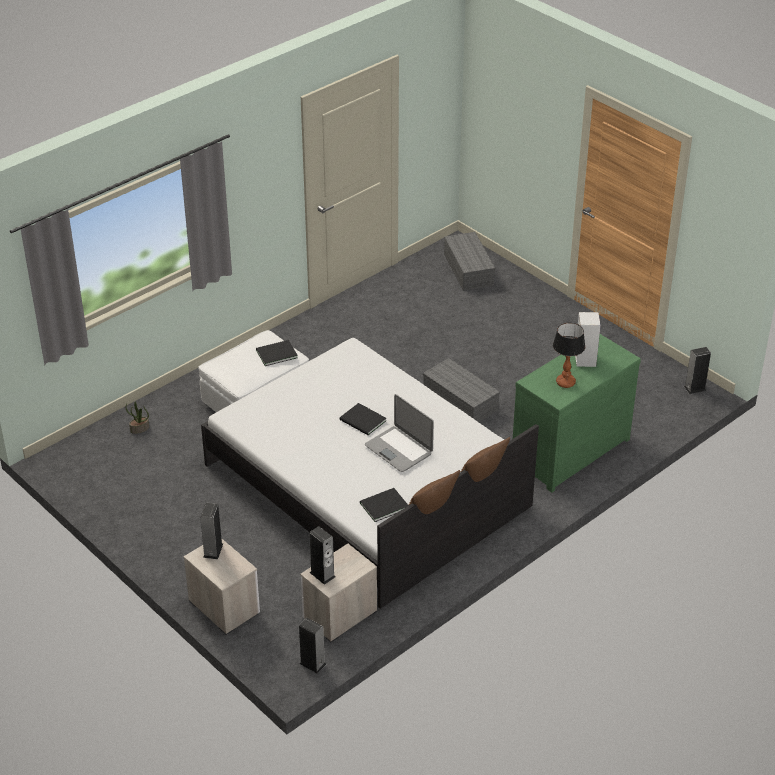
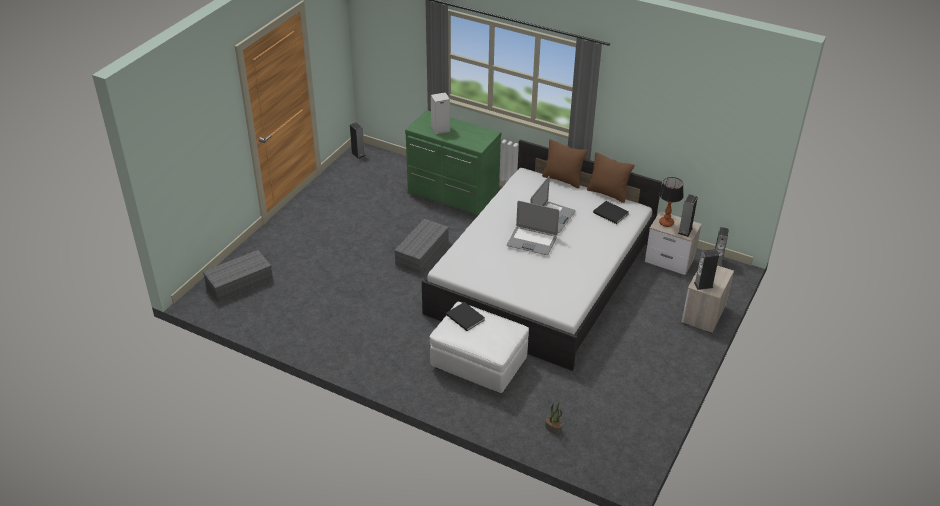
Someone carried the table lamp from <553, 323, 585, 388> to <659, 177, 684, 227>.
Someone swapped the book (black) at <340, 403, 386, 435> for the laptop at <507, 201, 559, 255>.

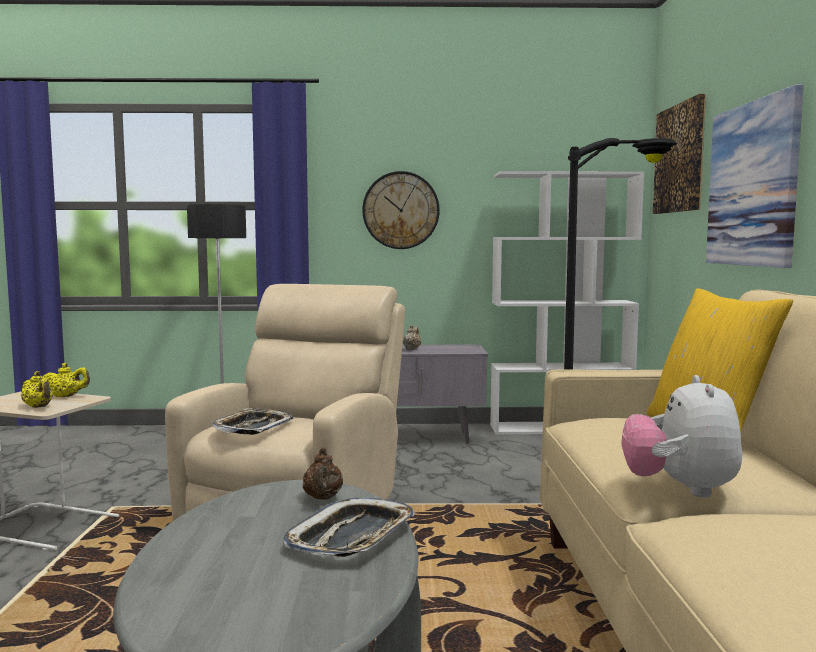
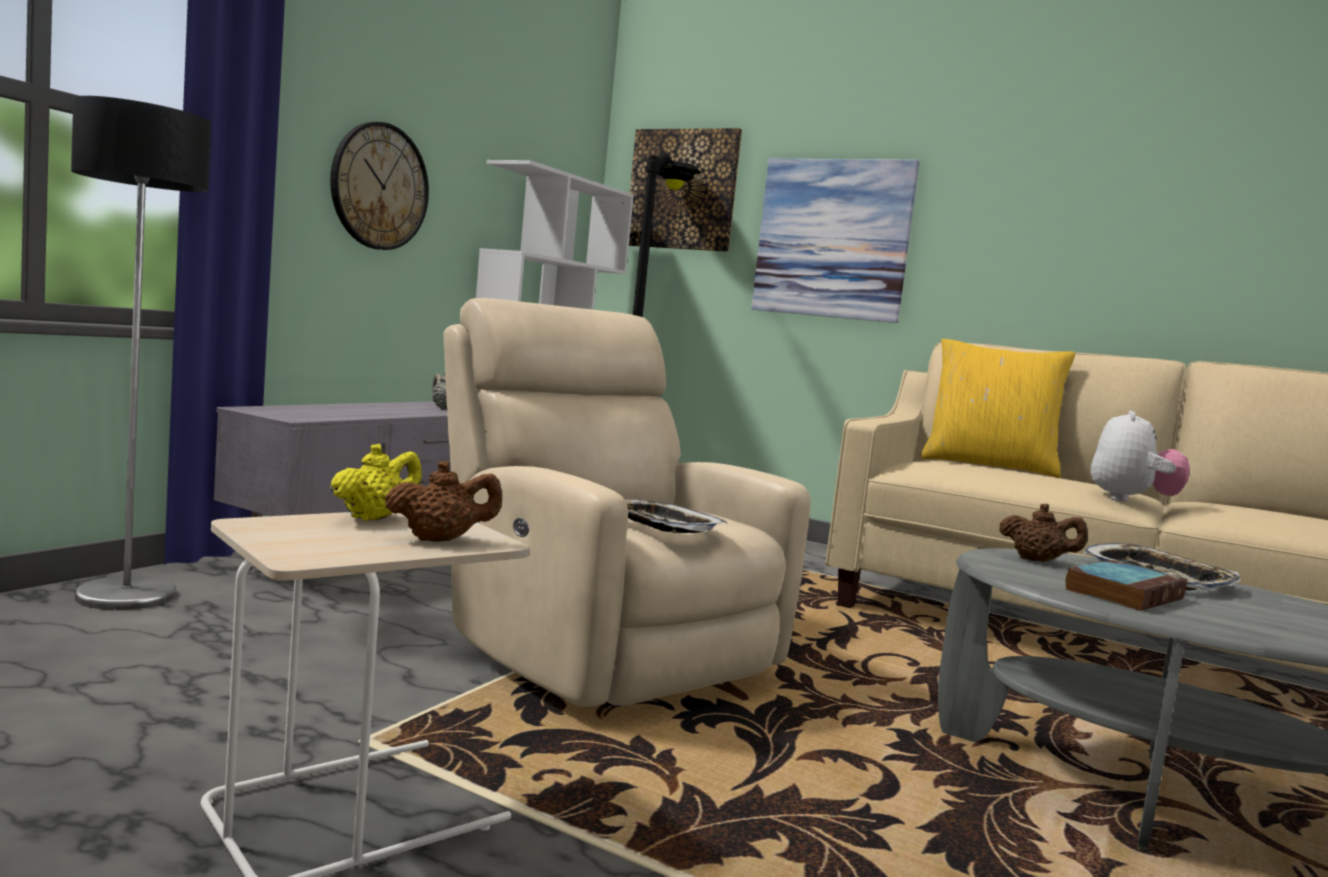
Someone repainted the teapot (yellow) at <21, 371, 53, 408>, which became the teapot (brown) at <385, 461, 502, 542>.
Someone rotated the plush toy at <621, 375, 742, 498> by 105 degrees counterclockwise.
Someone put down the book at <1065, 560, 1187, 611>.

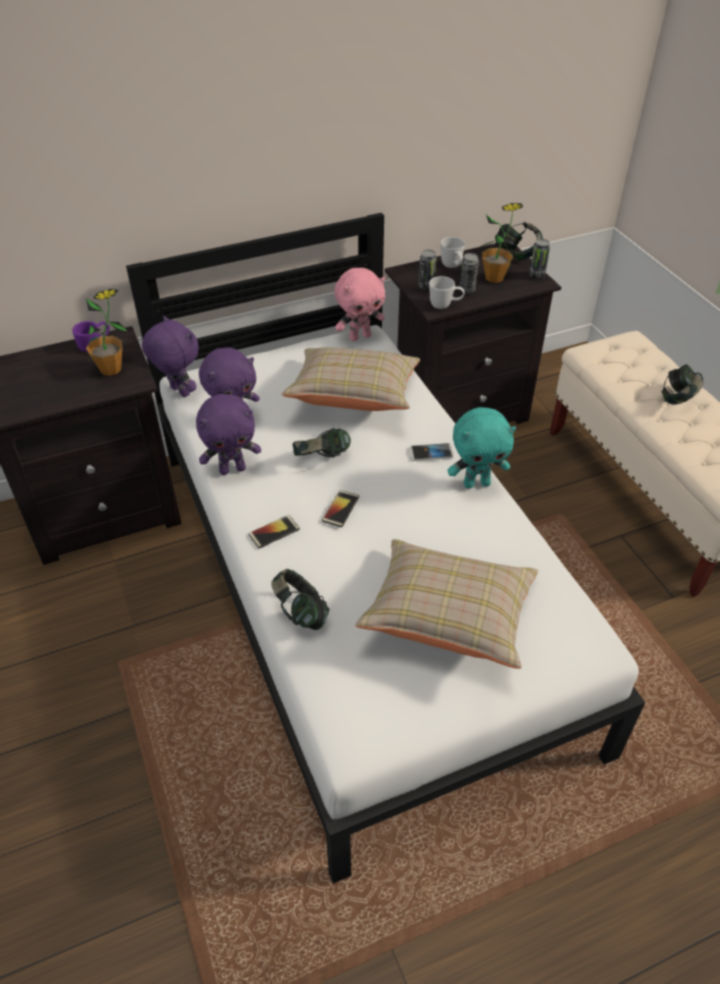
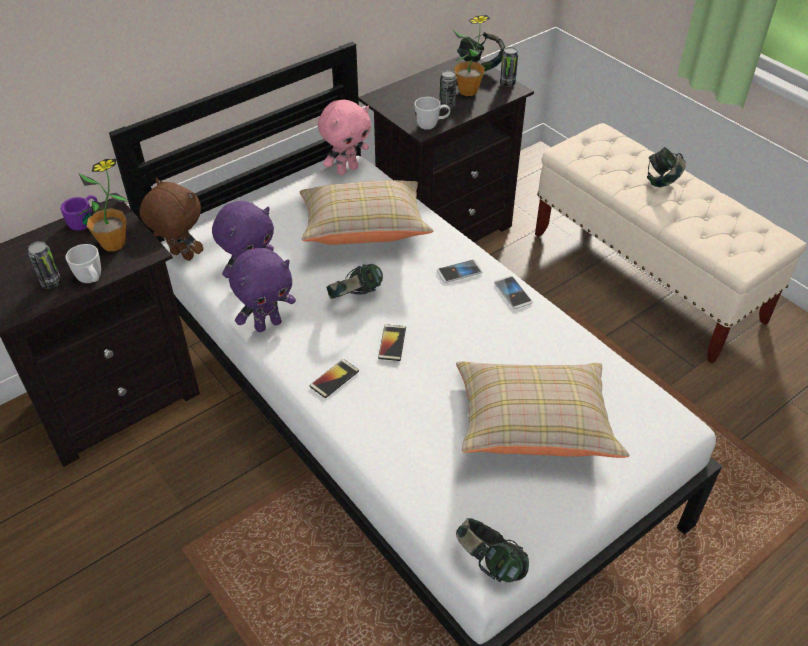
Someone carried the mug (white) from <441, 237, 465, 268> to <66, 244, 101, 283>.
Someone carried the can from <418, 250, 437, 290> to <28, 241, 61, 289>.
Someone repainted the plush toy (purple) at <142, 315, 199, 397>, which became the plush toy (brown) at <139, 178, 203, 261>.
Someone swapped the plush toy (turquoise) at <447, 407, 516, 488> for the phone at <494, 276, 533, 309>.
Someone carried the headphones from <271, 569, 330, 630> to <456, 518, 529, 582>.

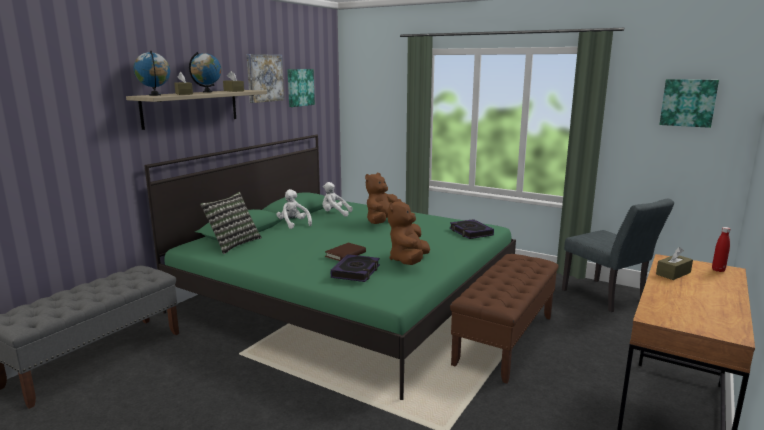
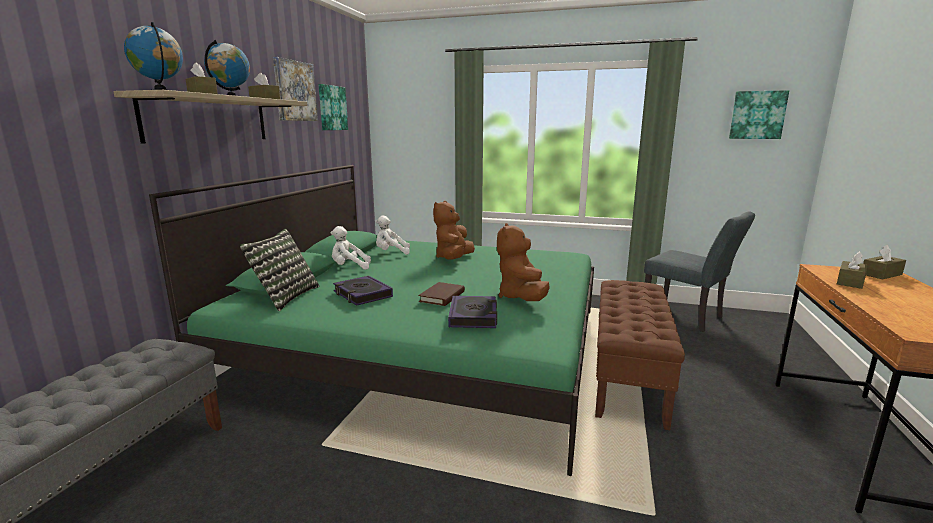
Someone rotated the plush toy (white) at <276, 189, 312, 229> by 45 degrees counterclockwise.
Someone carried the book from <450, 219, 494, 239> to <333, 276, 393, 306>.
Someone swapped the bottle (red) at <712, 227, 730, 272> for the tissue box (brown) at <863, 245, 906, 280>.

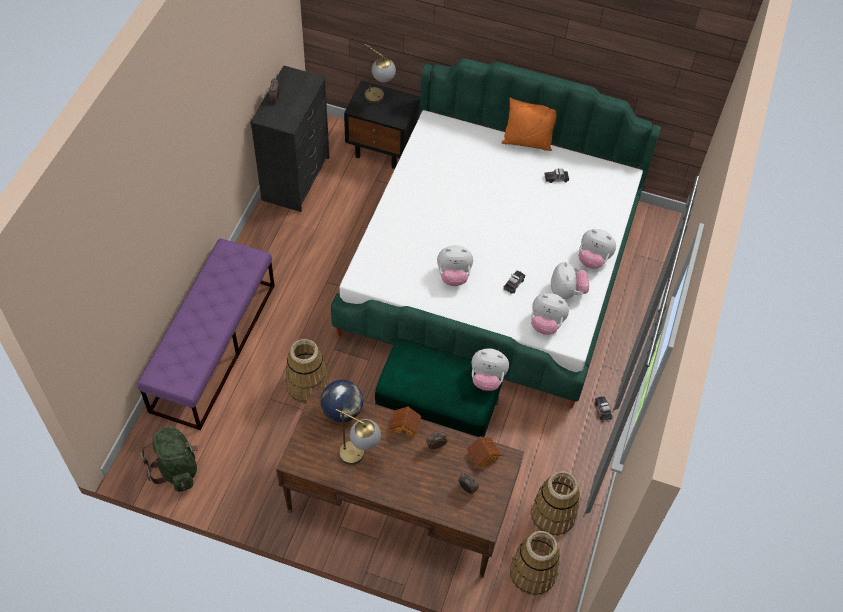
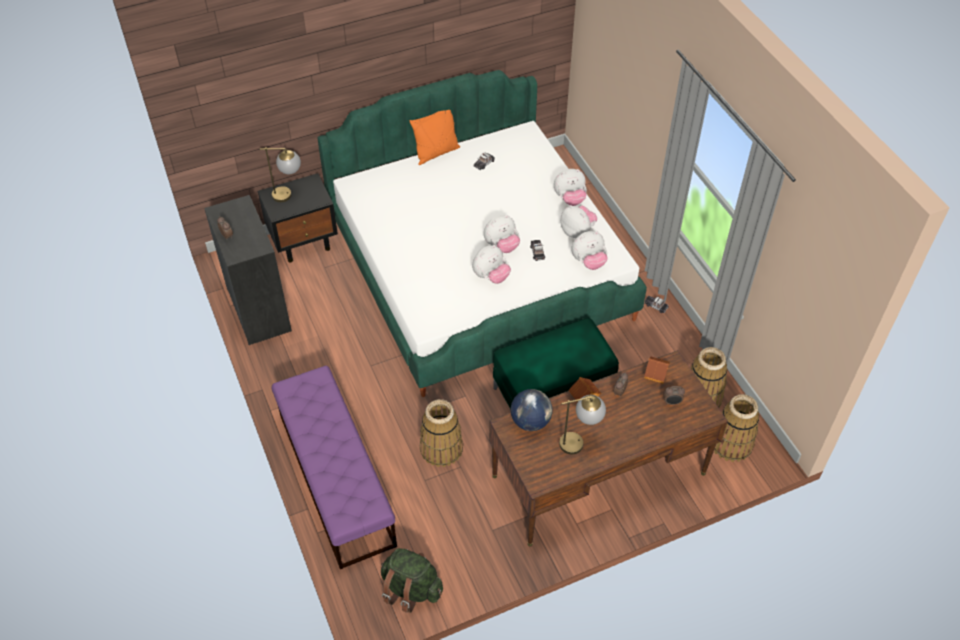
Someone carried the plush toy from <472, 348, 509, 391> to <484, 215, 520, 253>.

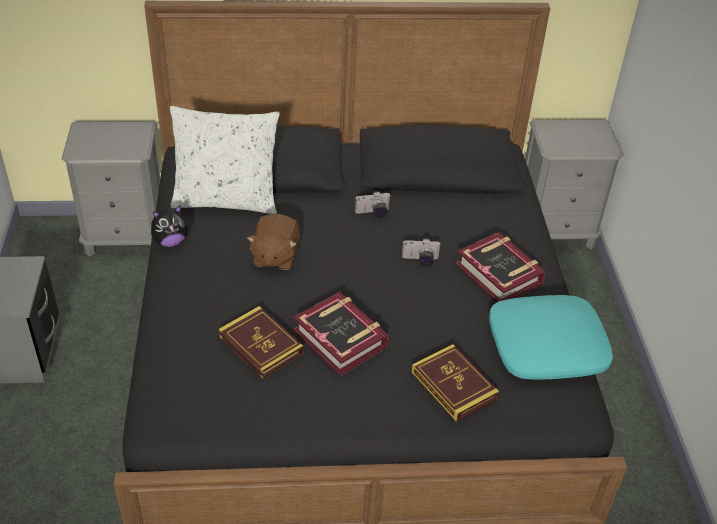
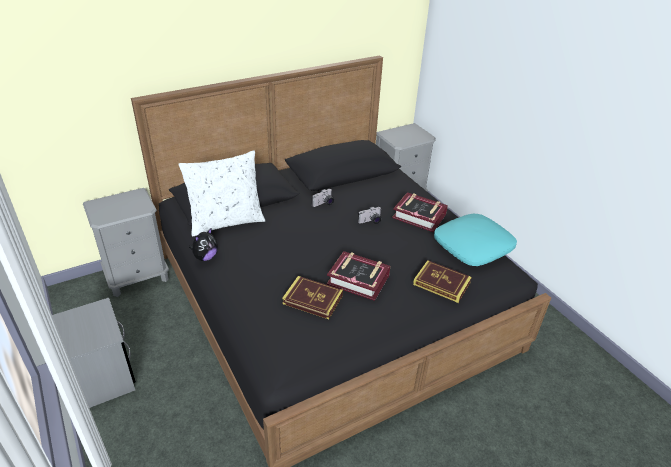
Someone took away the plush toy (brown) at <247, 214, 300, 270>.

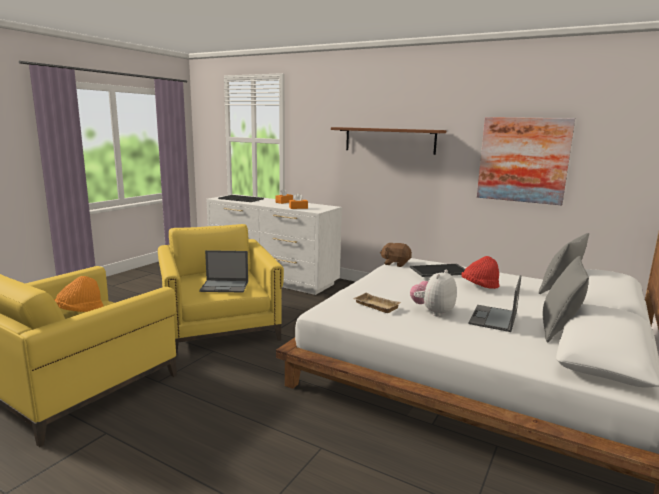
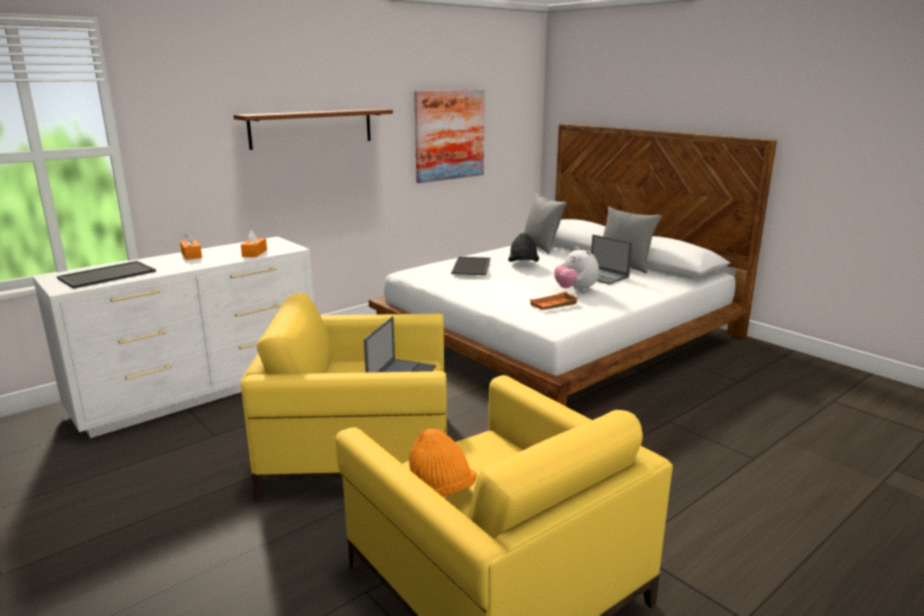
Someone took away the plush toy (brown) at <380, 243, 412, 267>.
Someone repainted the hat (red) at <461, 256, 500, 289>, which became the hat (black) at <508, 233, 539, 262>.
Someone repainted the tray (beige) at <353, 293, 401, 313>, which became the tray (orange) at <529, 291, 580, 310>.

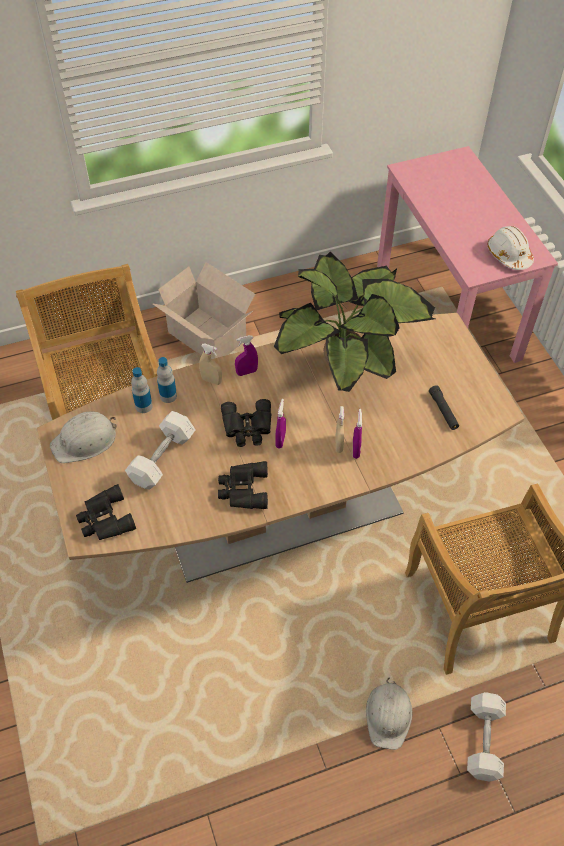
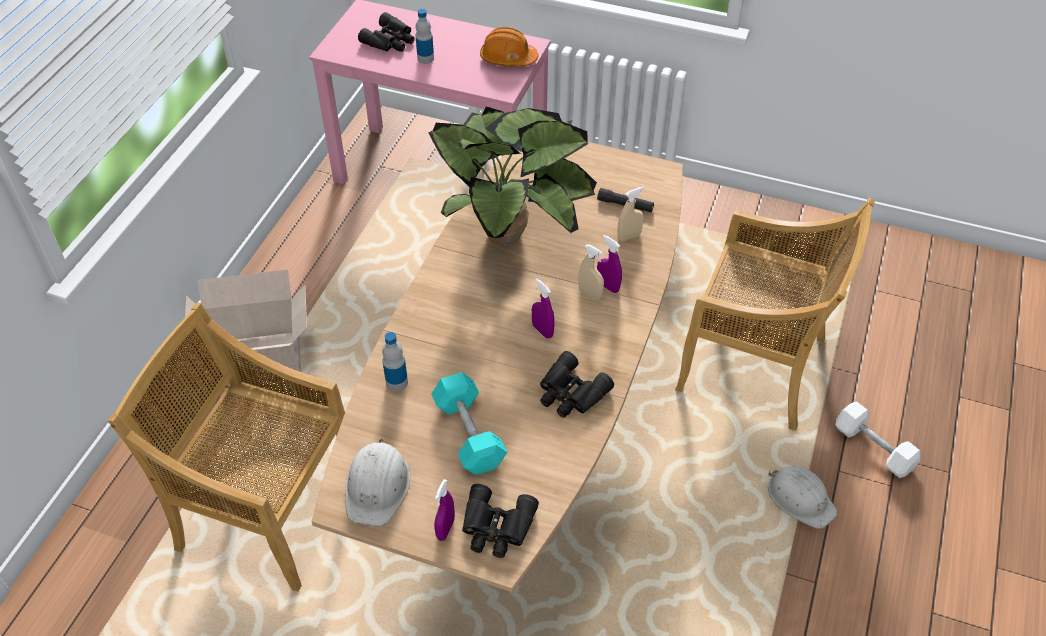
Someone repainted the hard hat (white) at <487, 226, 534, 270>, which became the hard hat (orange) at <480, 27, 539, 66>.
Someone carried the spray bottle (purple) from <235, 335, 258, 376> to <434, 479, 455, 541>.
Someone carried the spray bottle (beige) from <199, 344, 222, 385> to <617, 187, 644, 241>.
Someone carried the bottle from <131, 367, 153, 413> to <415, 9, 434, 64>.
Someone carried the binoculars (black) from <221, 399, 272, 447> to <358, 12, 415, 52>.
Someone repainted the dumbbell (white) at <125, 411, 195, 490>, which became the dumbbell (turquoise) at <431, 372, 508, 475>.

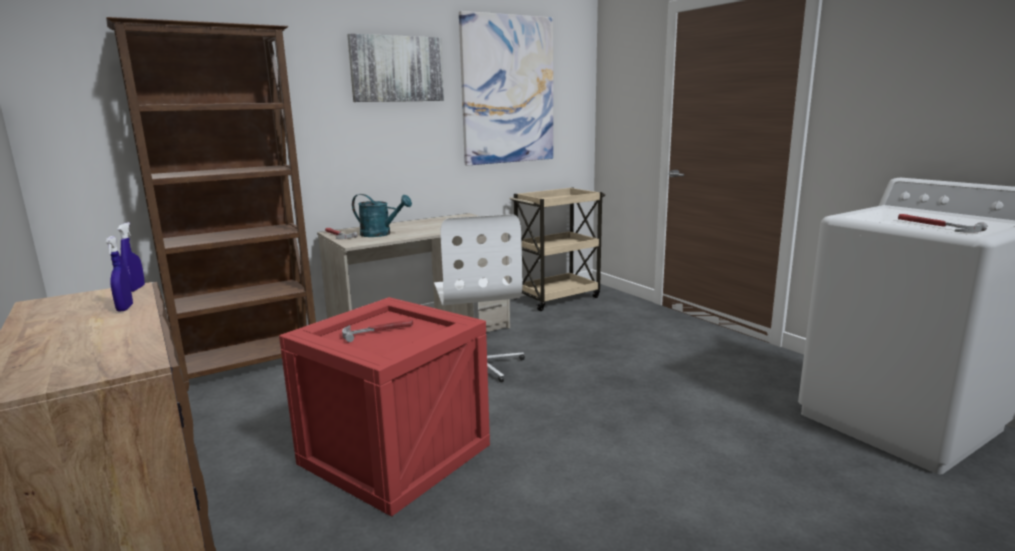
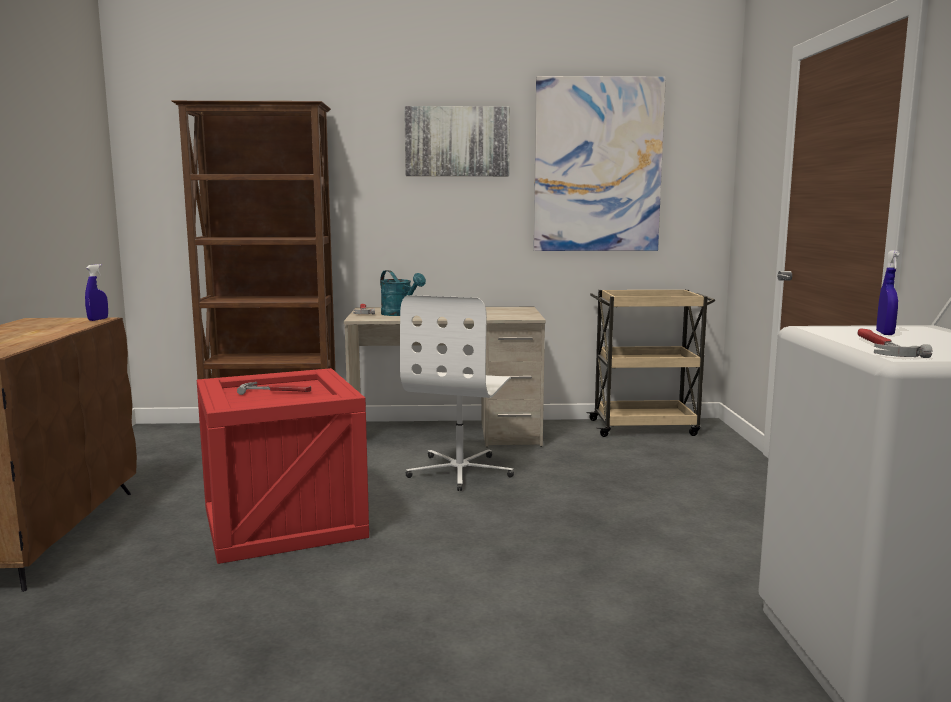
Someone carried the spray bottle (blue) from <105, 236, 133, 312> to <876, 250, 899, 335>.

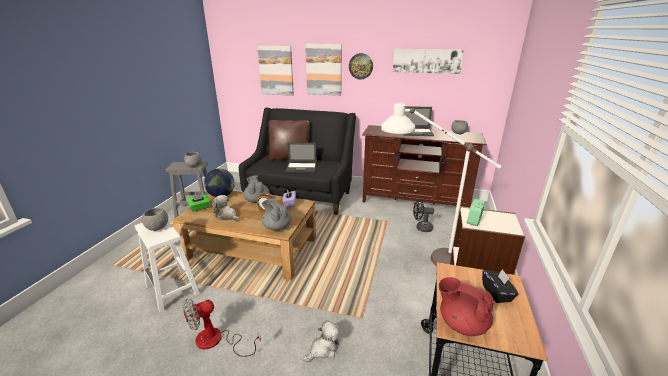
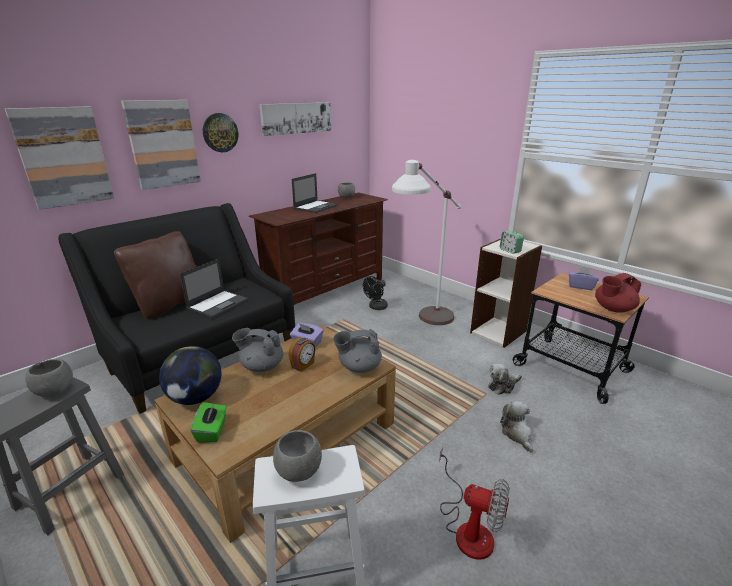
Someone carried the plush toy from <212, 195, 240, 221> to <488, 363, 522, 395>.
Someone repainted the tissue box (black) at <482, 269, 518, 303>, which became the tissue box (purple) at <569, 266, 599, 290>.
Someone rotated the fan at <182, 298, 261, 357> by 60 degrees counterclockwise.

